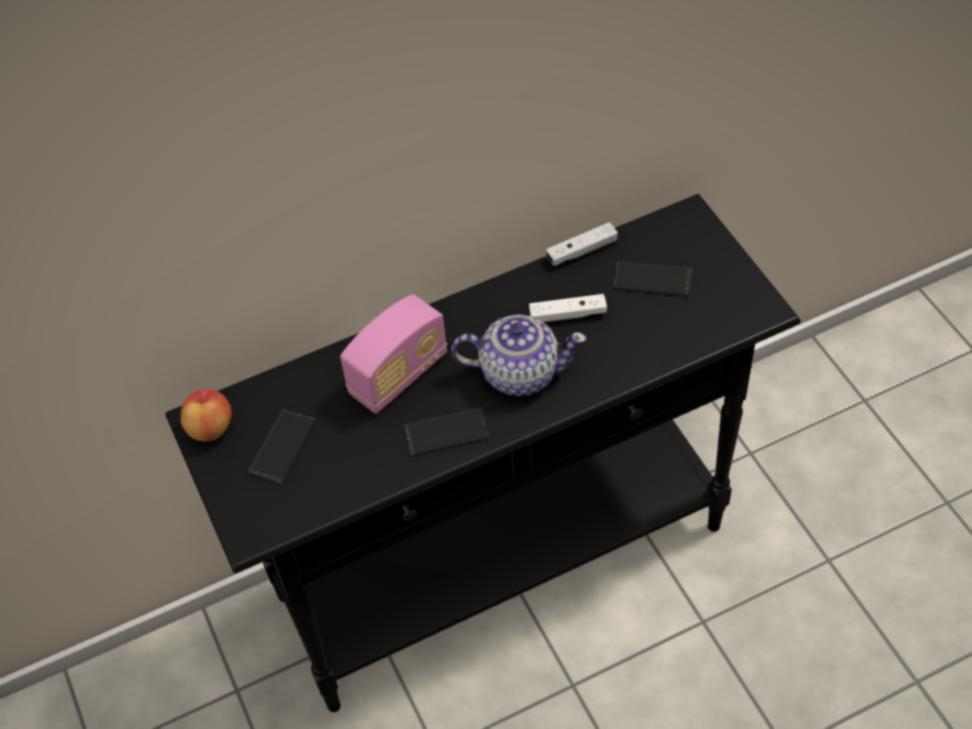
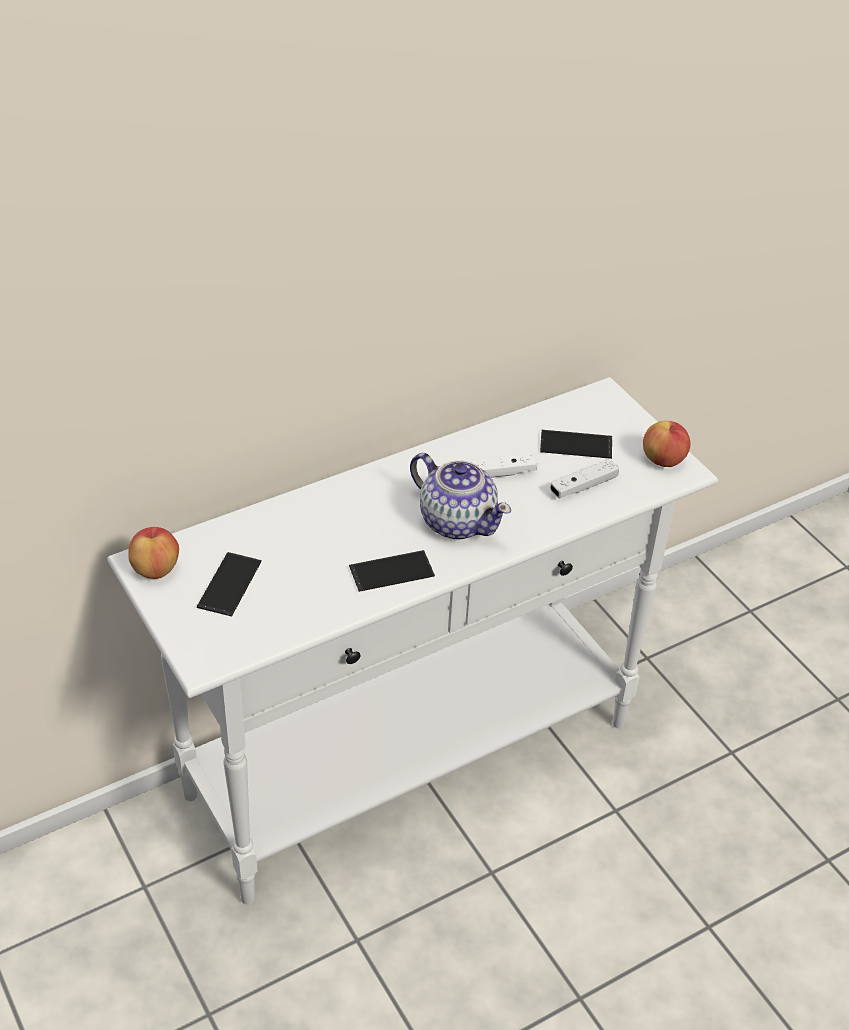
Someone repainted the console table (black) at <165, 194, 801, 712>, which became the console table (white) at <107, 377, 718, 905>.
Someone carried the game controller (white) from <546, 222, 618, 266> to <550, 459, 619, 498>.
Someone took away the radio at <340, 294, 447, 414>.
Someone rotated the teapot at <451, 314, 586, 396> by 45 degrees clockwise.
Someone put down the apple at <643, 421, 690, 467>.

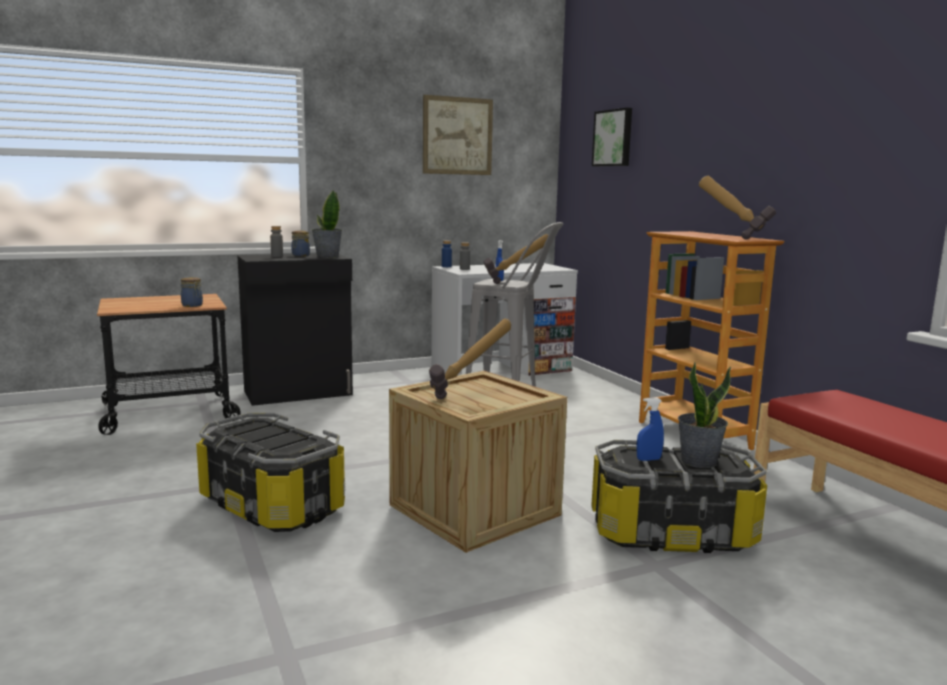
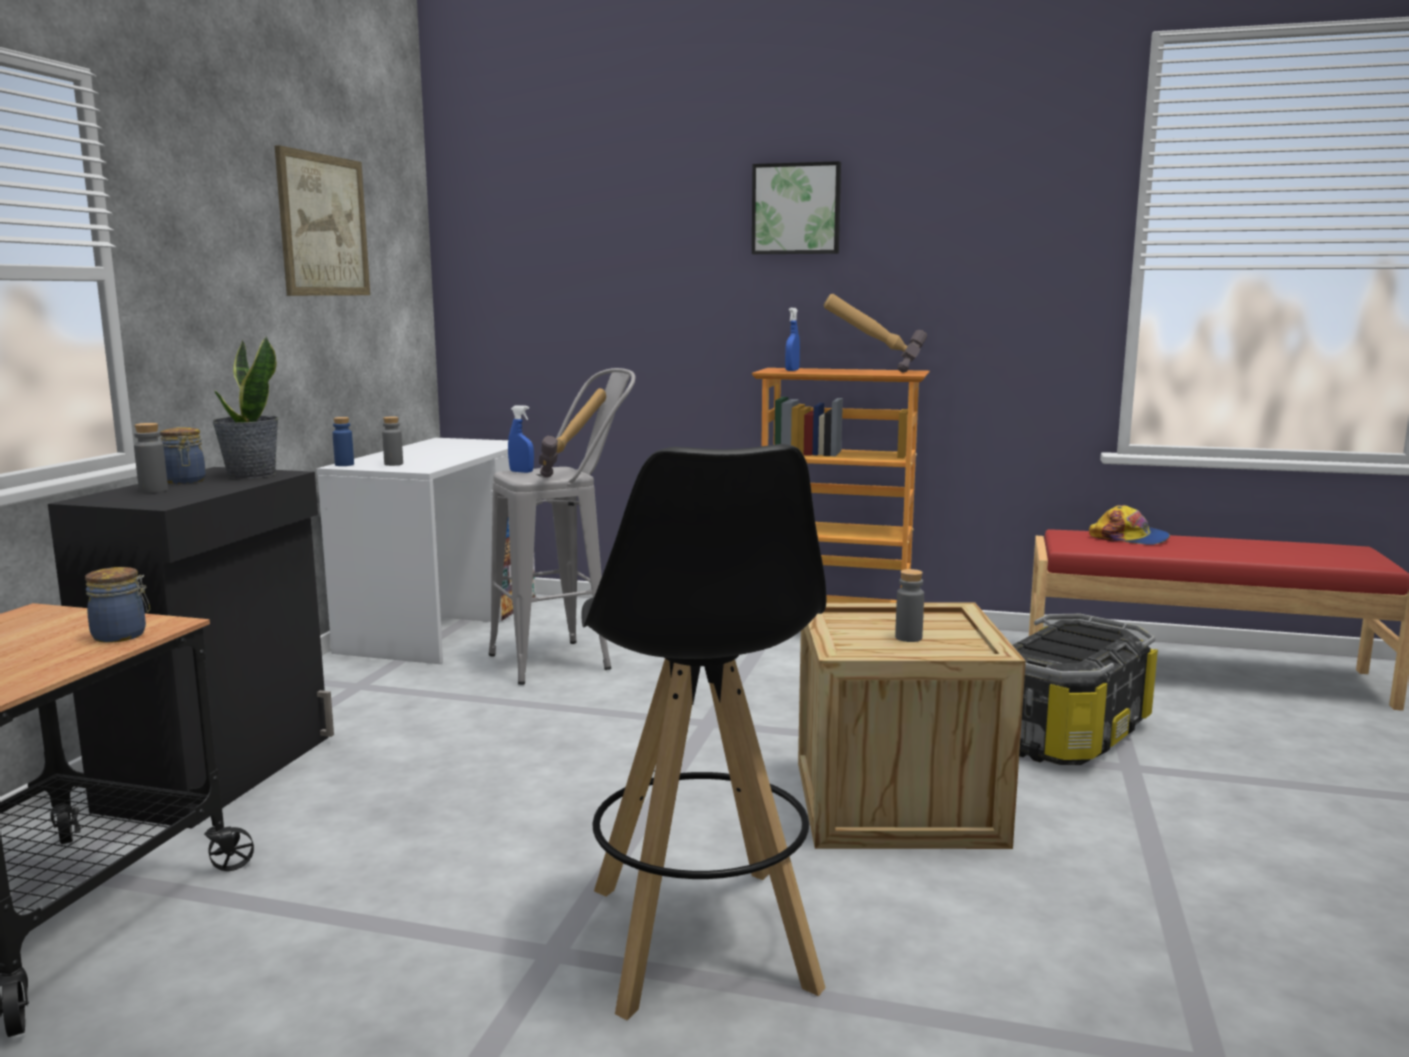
Someone carried the picture from <592, 108, 632, 166> to <752, 161, 841, 254>.
Someone swapped the hammer at <429, 319, 511, 399> for the bottle (grey) at <895, 569, 924, 642>.
Someone took away the potted plant at <678, 362, 731, 468>.
Someone carried the spray bottle (blue) from <637, 397, 664, 461> to <785, 308, 800, 371>.
Someone swapped the storage box at <196, 413, 345, 532> for the stool (black) at <582, 444, 826, 1021>.
Someone put down the cap at <1089, 505, 1170, 545>.

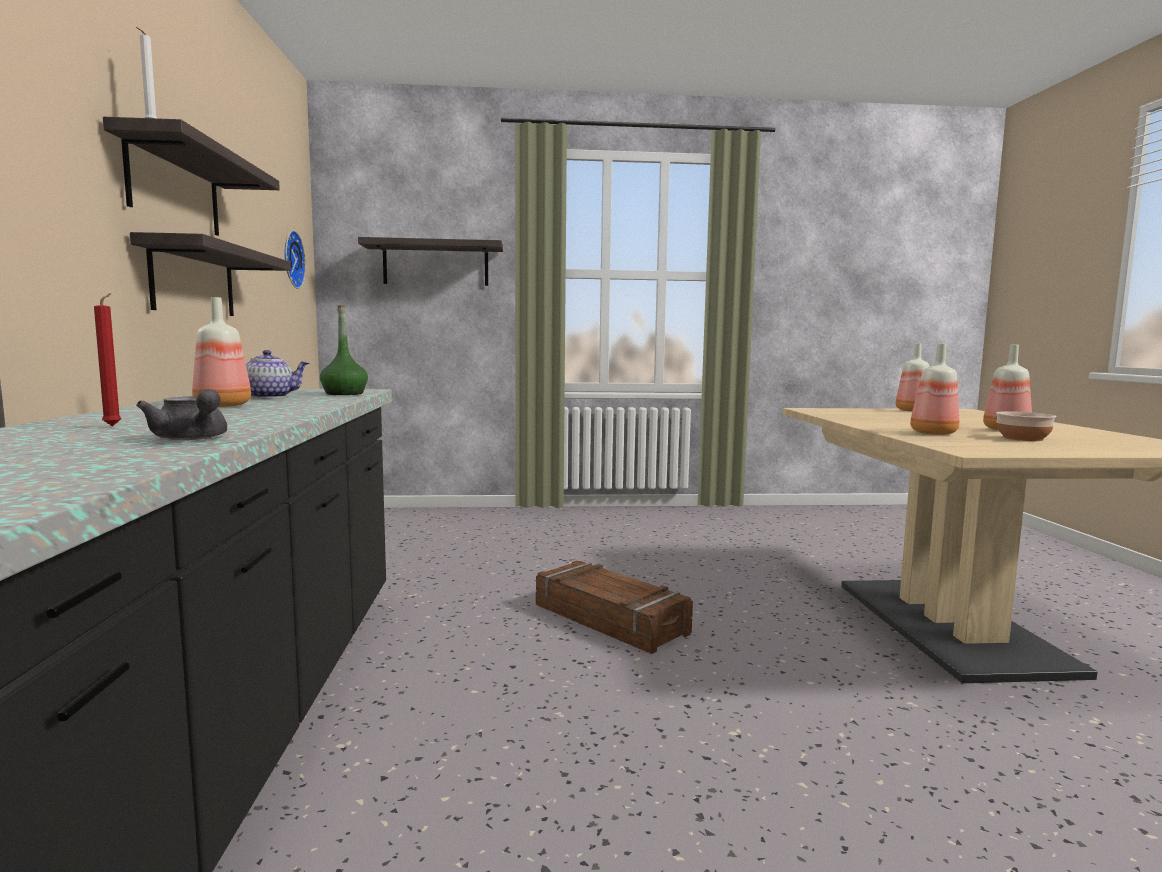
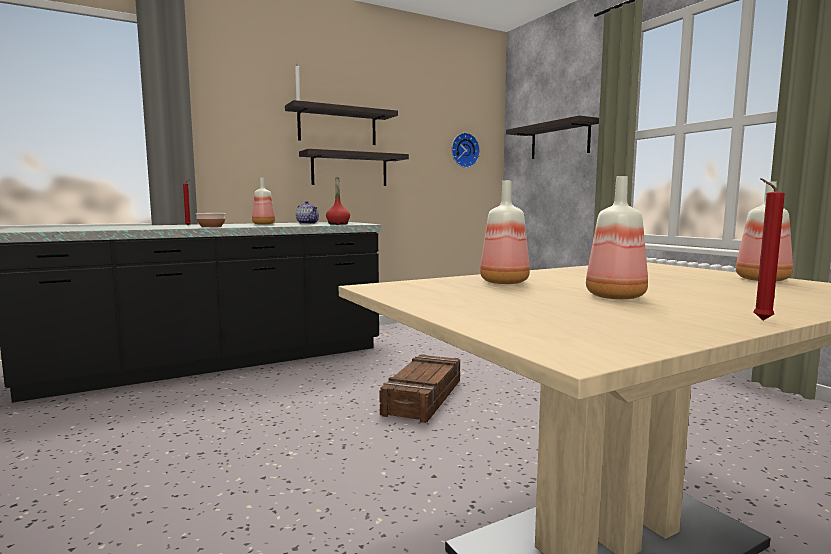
Someone repainted the bottle (green) at <320, 305, 368, 395>, which became the bottle (red) at <326, 177, 350, 225>.
Someone took away the teapot (grey) at <136, 389, 227, 440>.
Someone carried the bowl from <996, 411, 1056, 441> to <196, 213, 226, 227>.
Someone put down the candle (red) at <754, 178, 785, 320>.

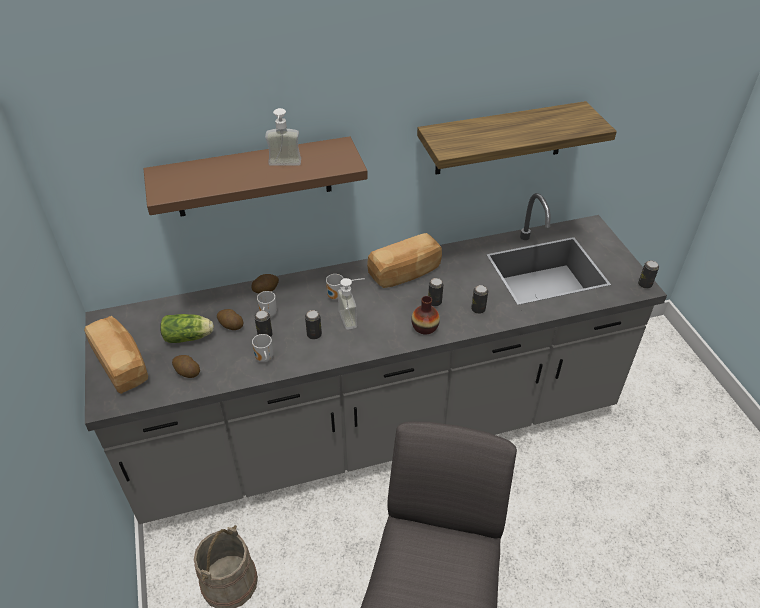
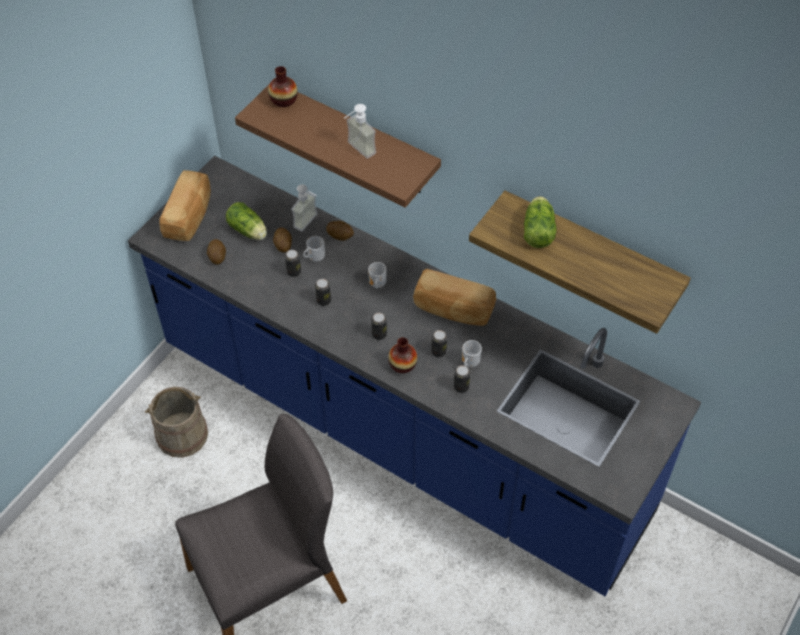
Someone repainted the counter (grey) at <85, 193, 667, 524>, which became the counter (blue) at <128, 156, 701, 596>.
Someone carried the can from <638, 260, 659, 289> to <371, 313, 387, 340>.
Someone carried the soap dispenser from <337, 278, 365, 330> to <291, 184, 317, 231>.
Someone carried the mug from <252, 334, 273, 362> to <462, 340, 482, 367>.
Someone put down the vase at <268, 66, 298, 107>.
Someone put down the lettuce at <524, 196, 557, 248>.

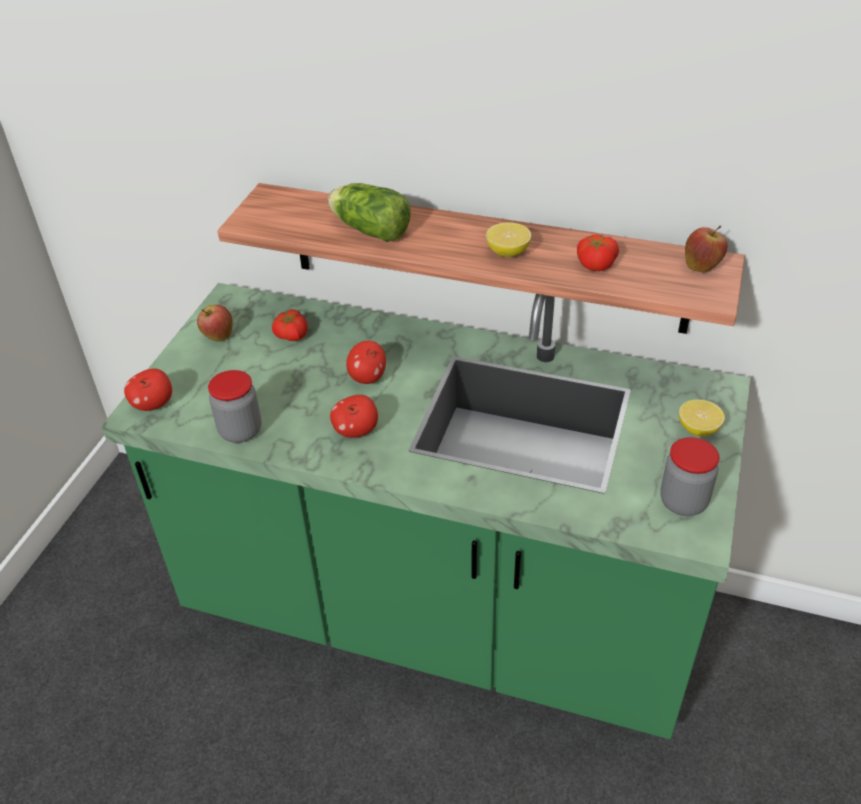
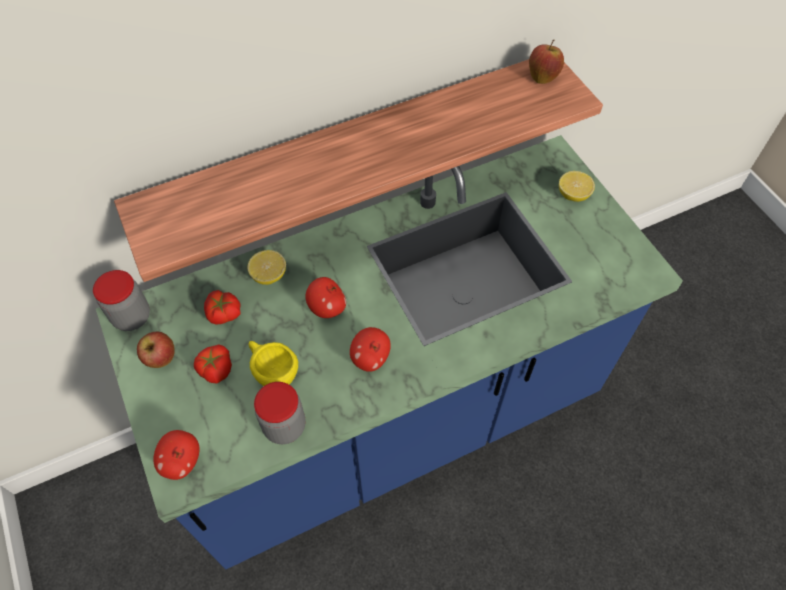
Someone took away the lettuce at <328, 183, 411, 242>.
Someone carried the lemon from <486, 222, 531, 257> to <247, 250, 286, 285>.
Someone carried the tomato from <577, 235, 619, 271> to <194, 345, 232, 383>.
Someone repainted the counter (green) at <101, 283, 750, 739>, which became the counter (blue) at <96, 135, 683, 569>.
Someone carried the jar from <660, 437, 719, 516> to <93, 270, 150, 331>.
Someone put down the cup (yellow) at <248, 341, 298, 386>.

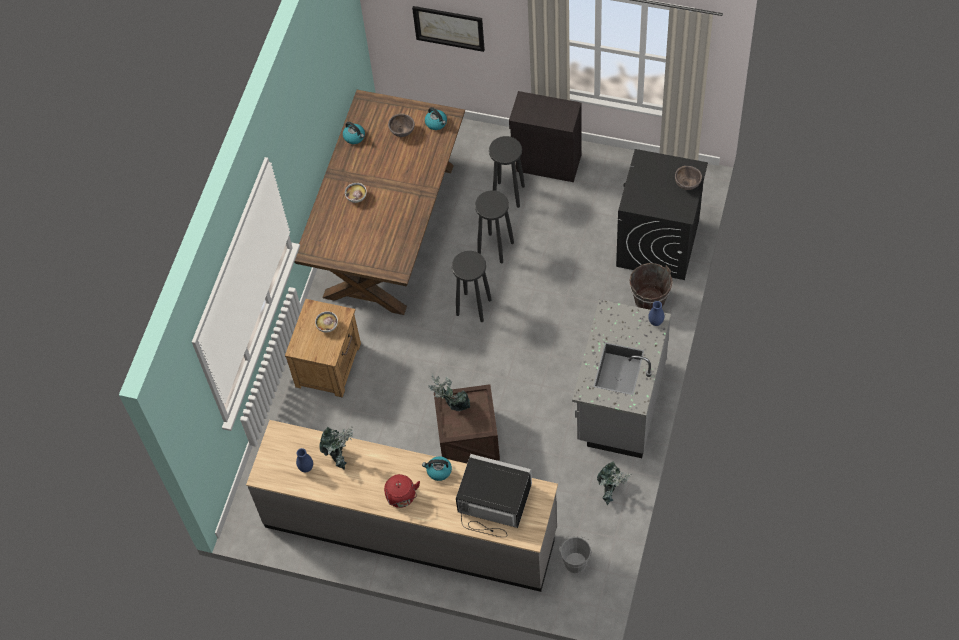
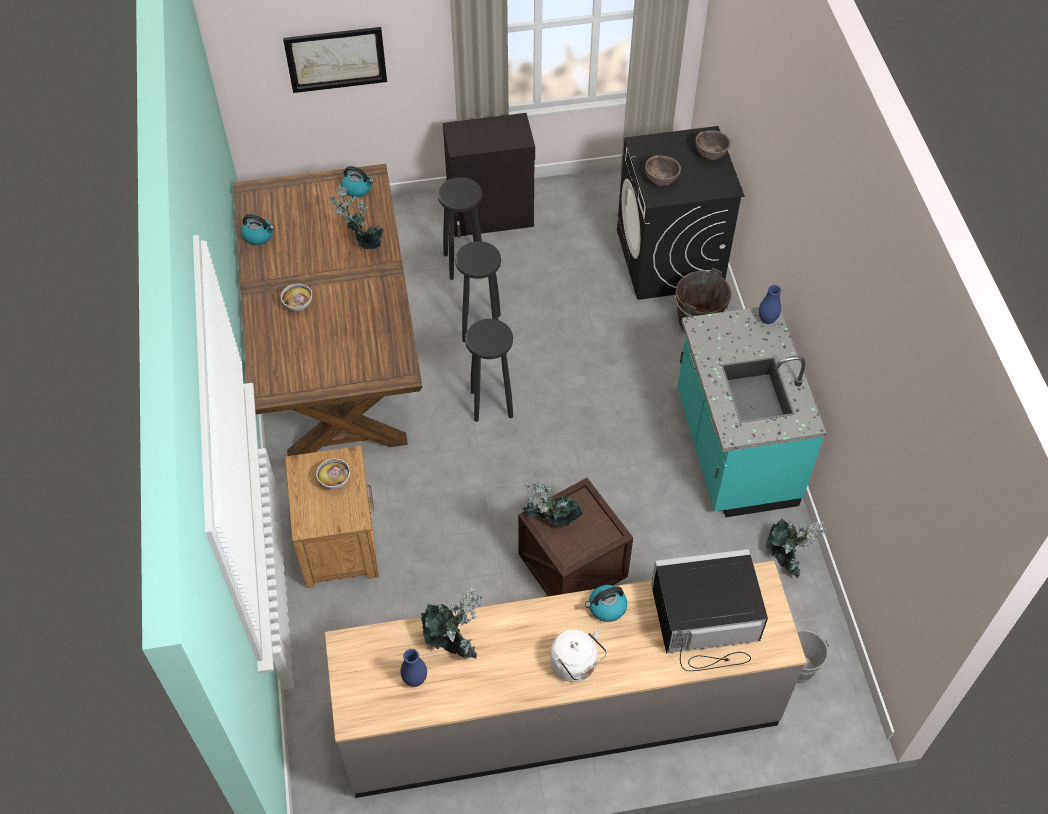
Someone carried the bowl (brown) from <388, 113, 415, 137> to <645, 155, 681, 186>.
Someone repainted the counter (grey) at <572, 299, 671, 458>, which became the counter (turquoise) at <677, 307, 826, 517>.
Someone repainted the kettle (red) at <384, 474, 420, 508>, which became the kettle (white) at <550, 629, 607, 682>.
Someone put down the potted plant at <329, 184, 384, 250>.

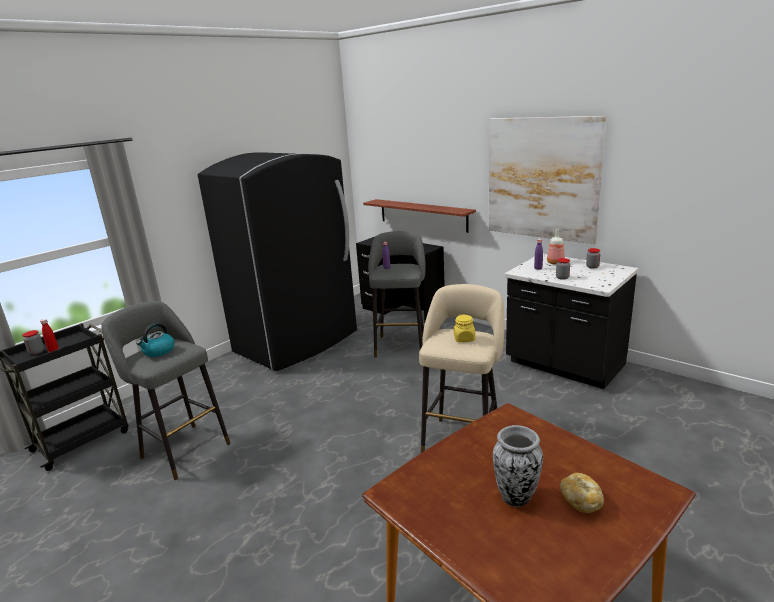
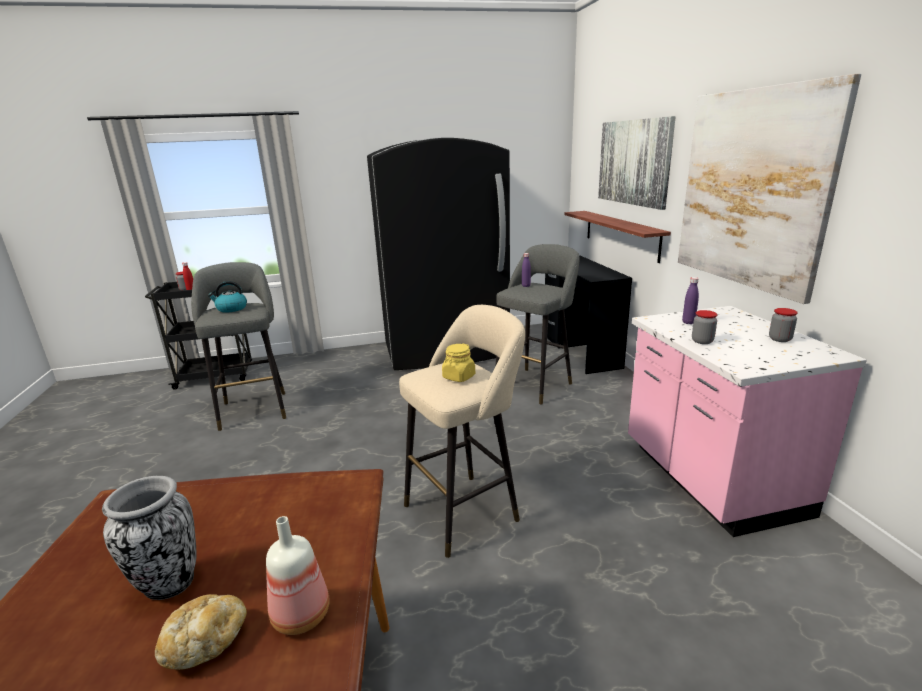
Someone carried the bottle from <547, 229, 565, 265> to <266, 516, 330, 635>.
Someone repainted the counter (black) at <504, 254, 639, 389>, which became the counter (pink) at <628, 306, 867, 537>.
Someone put up the picture at <598, 116, 676, 210>.

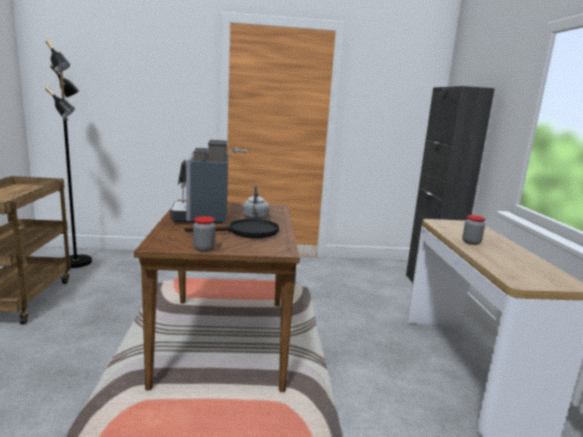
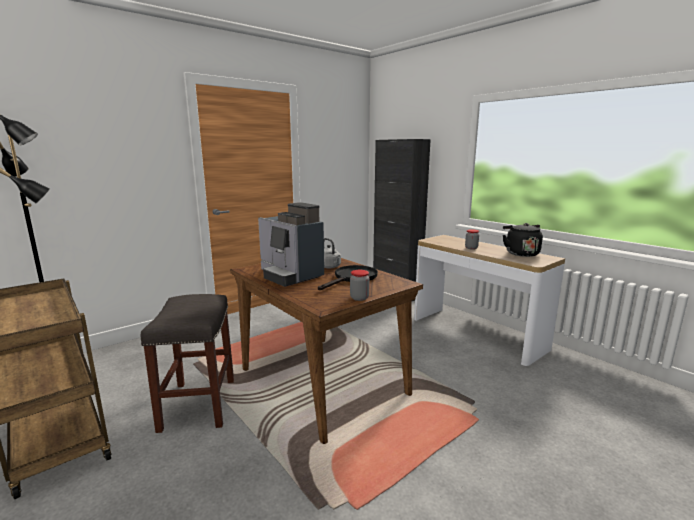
Someone put down the kettle (black) at <503, 223, 543, 257>.
Someone put down the stool (grey) at <141, 294, 234, 433>.

